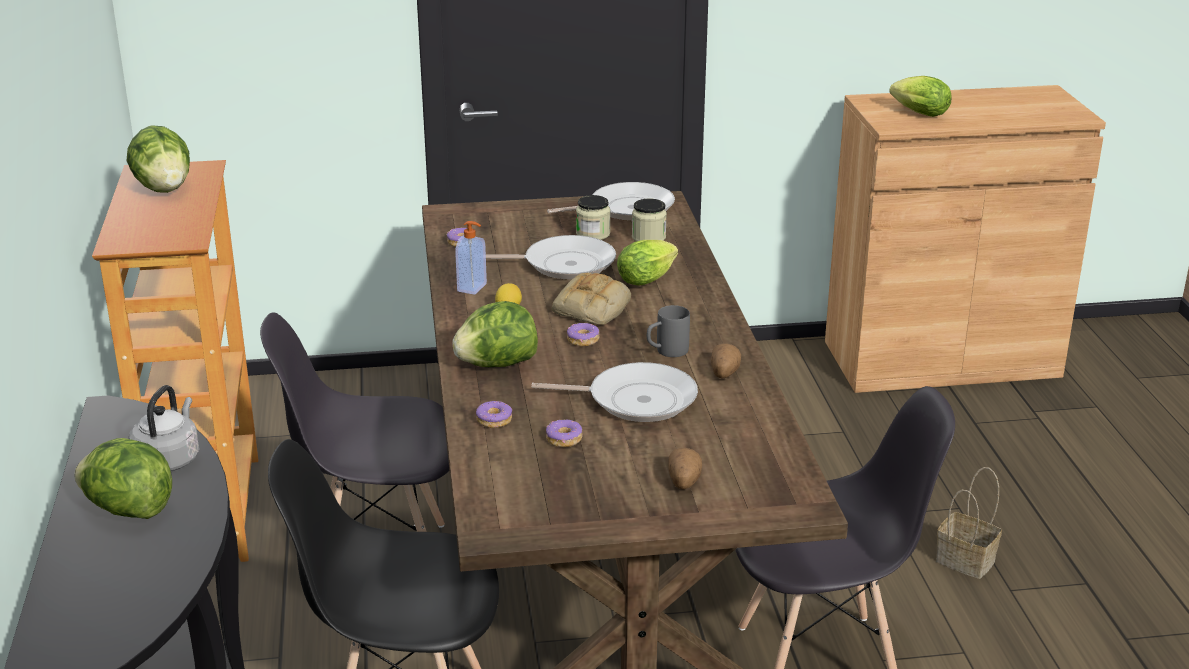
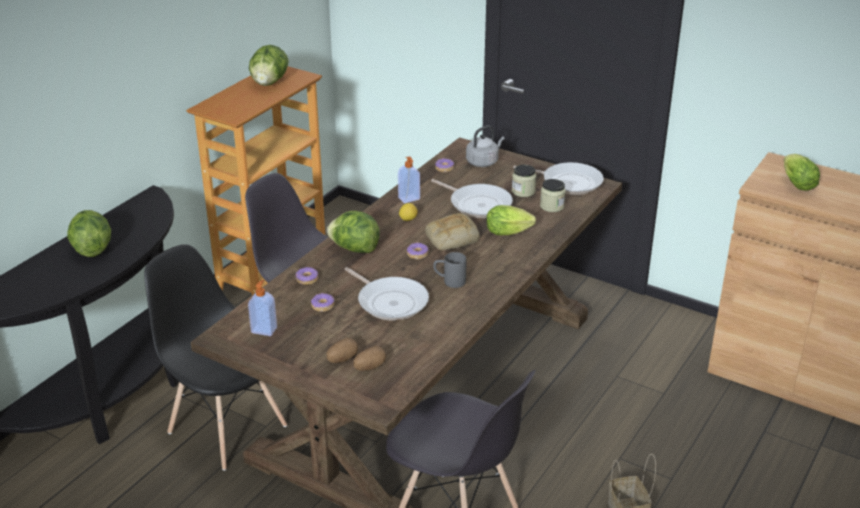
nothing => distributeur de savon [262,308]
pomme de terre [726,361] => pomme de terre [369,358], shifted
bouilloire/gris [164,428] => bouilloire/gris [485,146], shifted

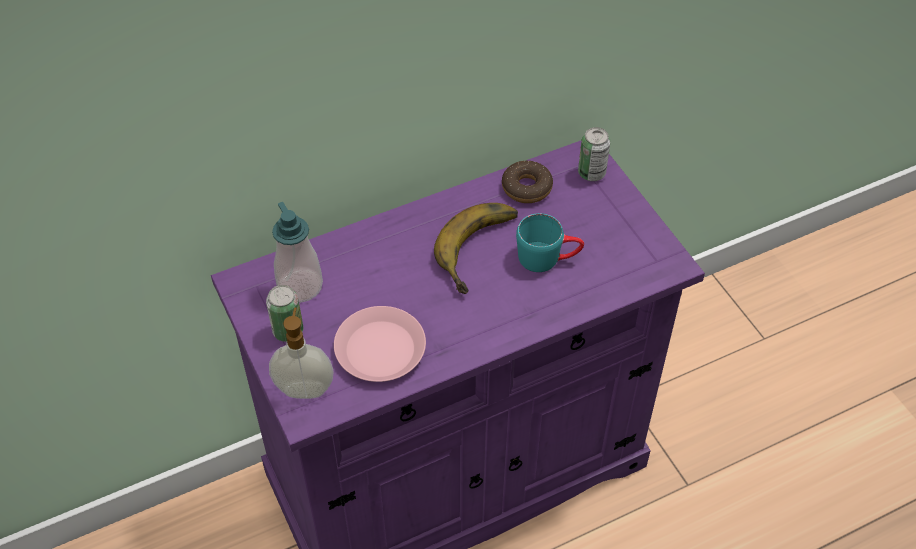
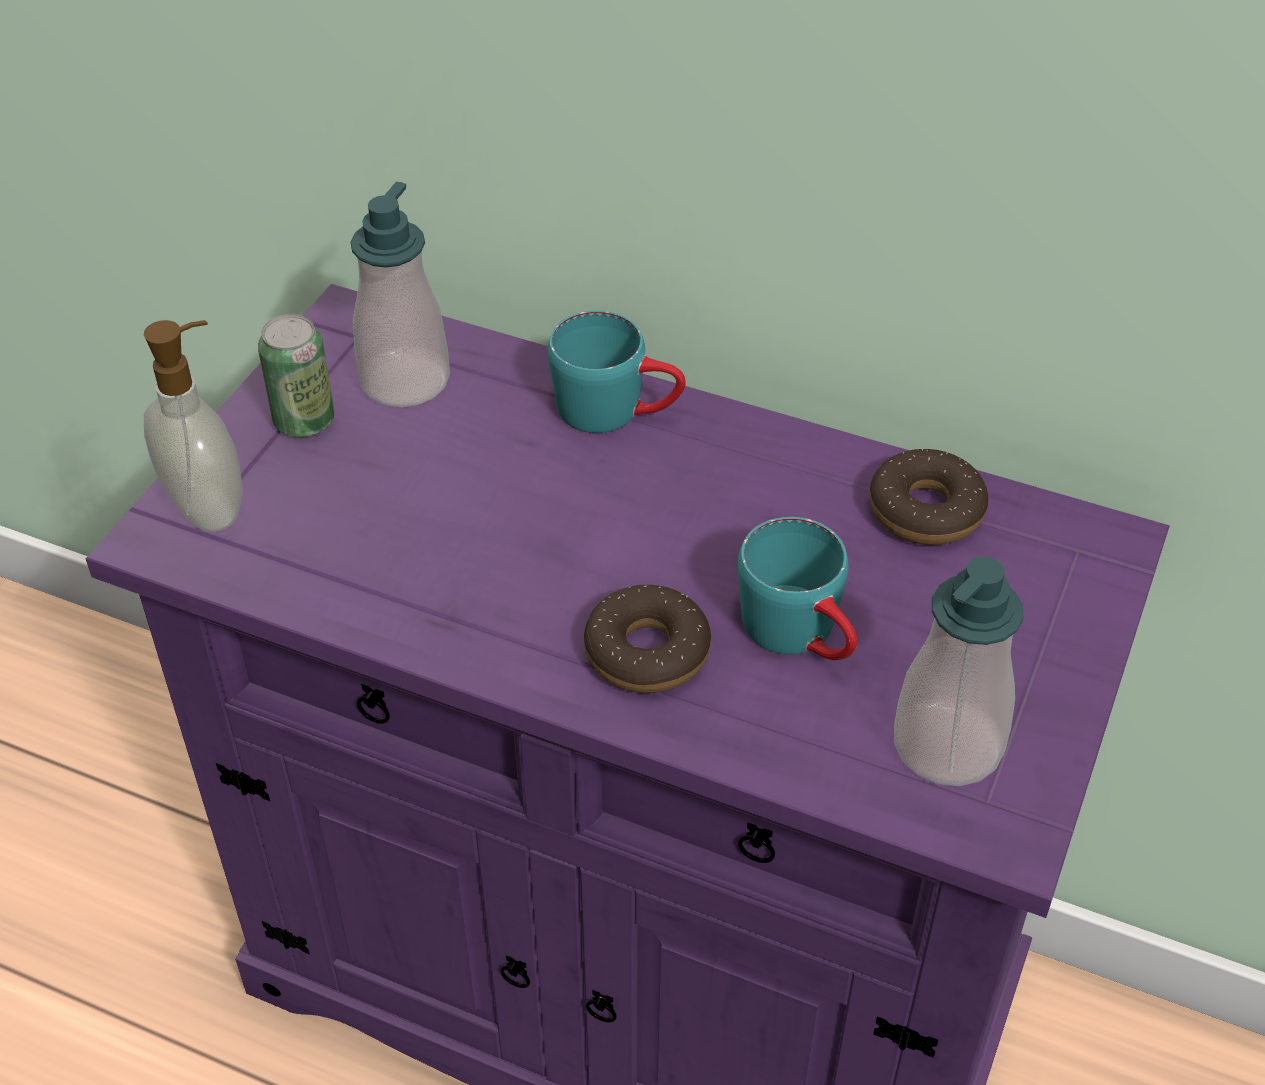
nothing => mug/turquoise [616,371]
nothing => beignet [647,639]
nothing => distributeur de savon [958,671]
assiette/rose [380,344] => nothing
banane [476,248] => nothing
boîte métallique [594,154] => nothing

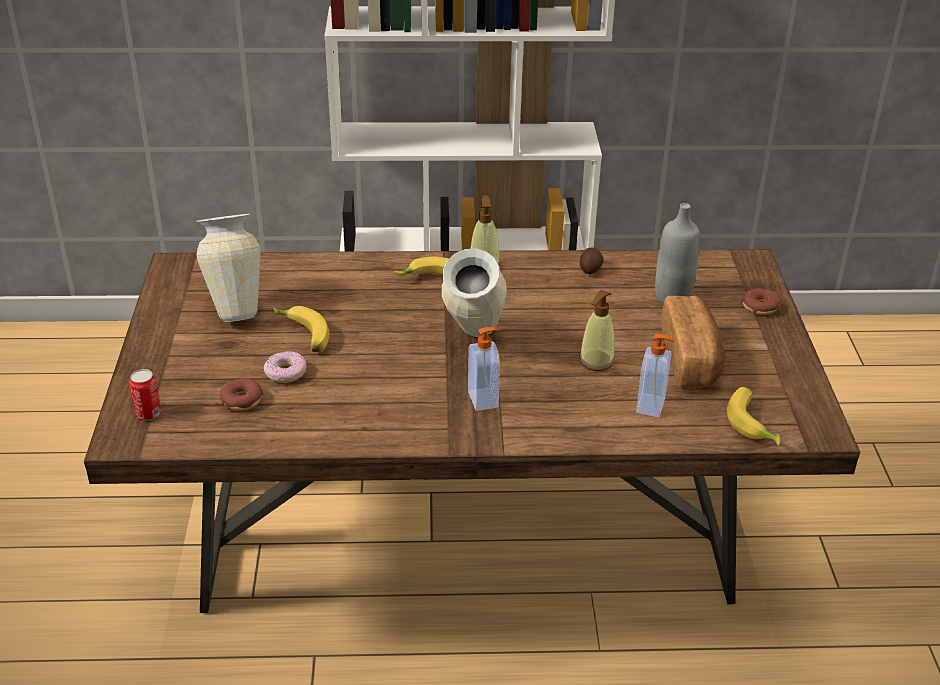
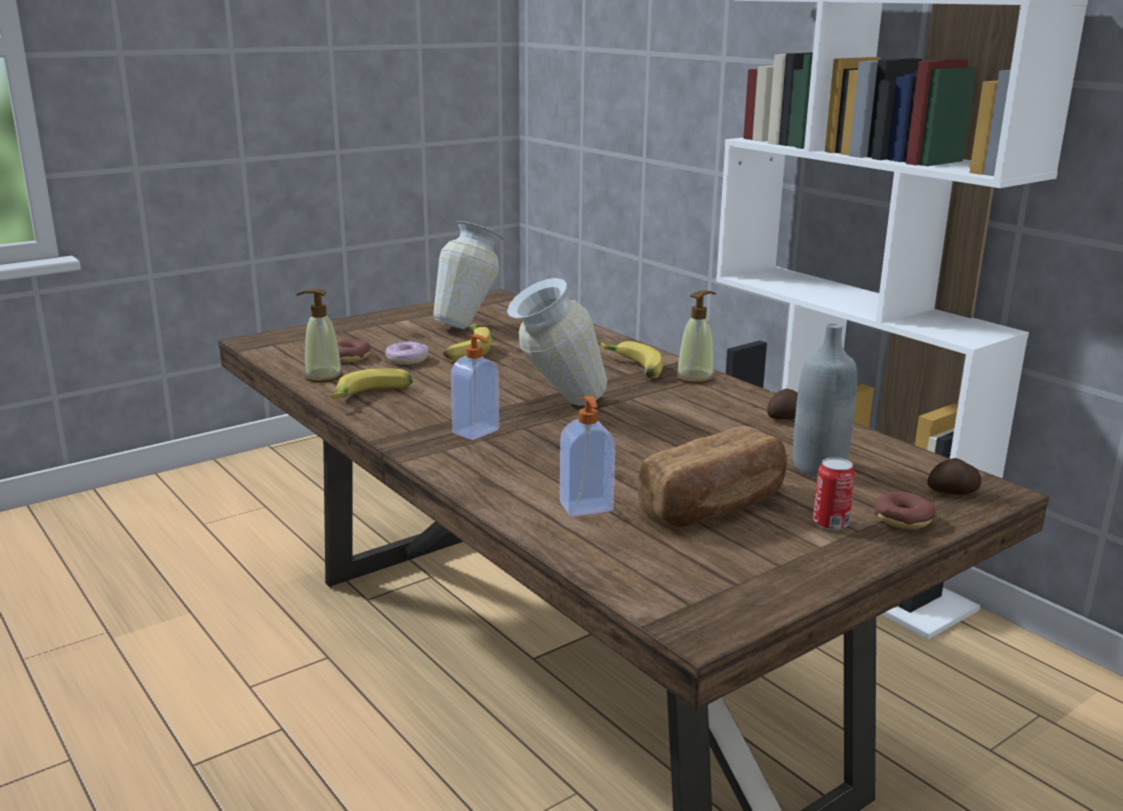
distributeur de savon [597,330] => distributeur de savon [319,335], shifted
banane [753,416] => banane [372,383], shifted
boîte métallique [145,394] => boîte métallique [834,493], shifted
nothing => pomme de terre [954,476]

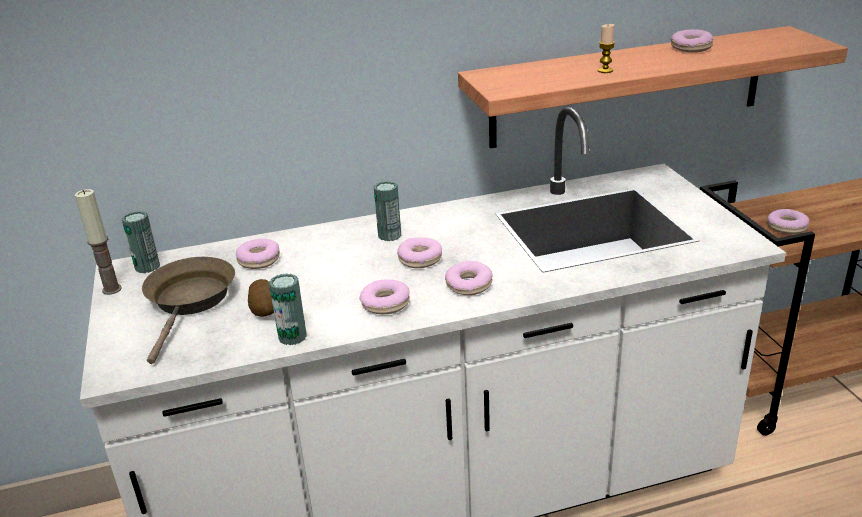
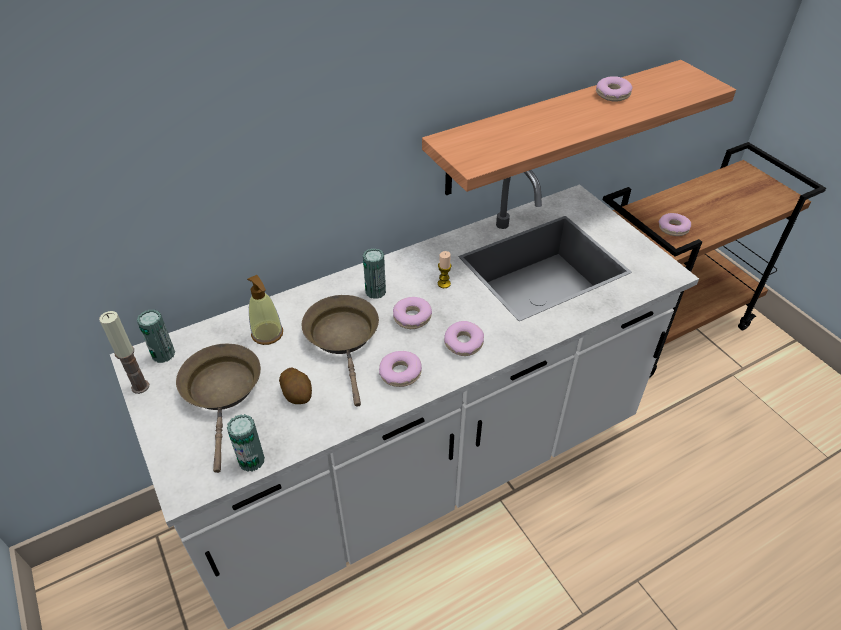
boîte métallique [288,309] => boîte métallique [246,443], shifted
beignet [258,254] => distributeur de savon [265,310]
nothing => poêle/marron [340,351]
bougie [606,48] => bougie [445,269], shifted

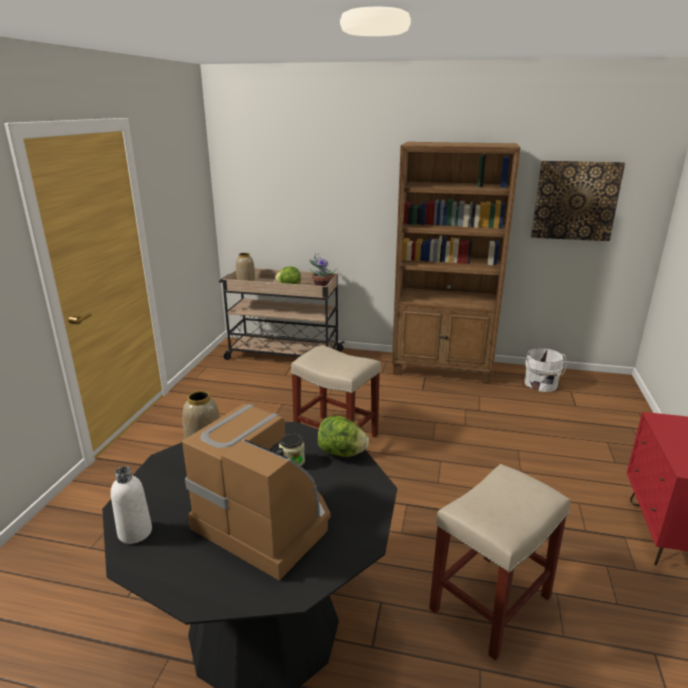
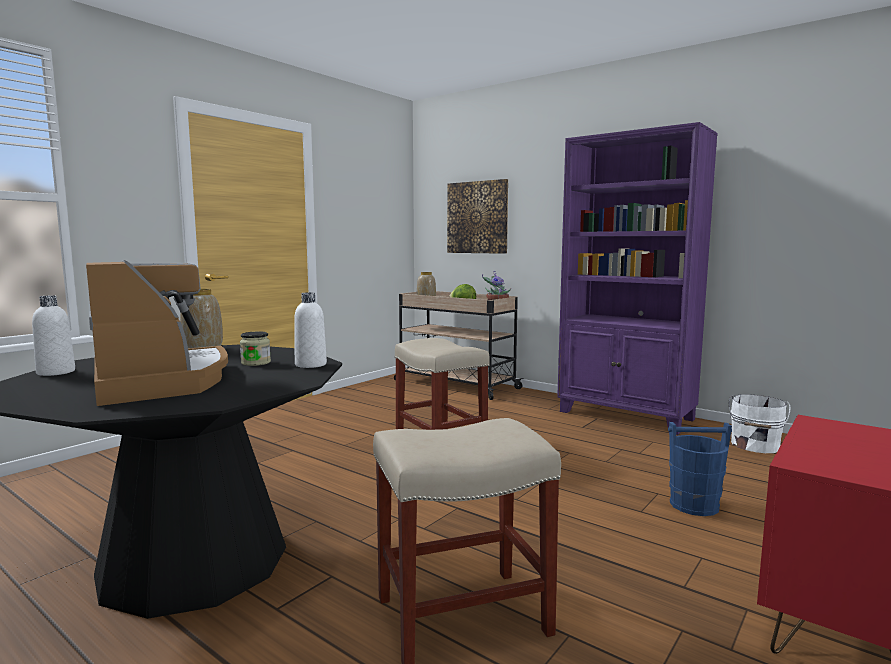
laitue [343,436] => bouteille/blanc [310,330]
tableau [578,201] => tableau [477,216], shifted
bibliothèque/marron [456,263] => bibliothèque/violet [637,278]
nothing => seau/bleu [700,469]

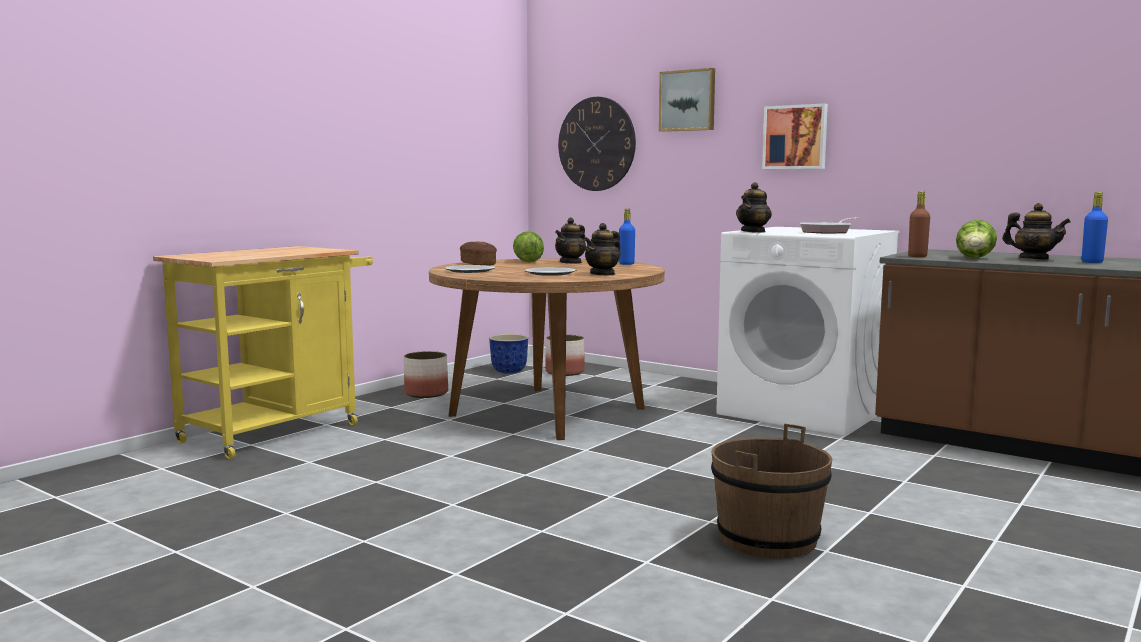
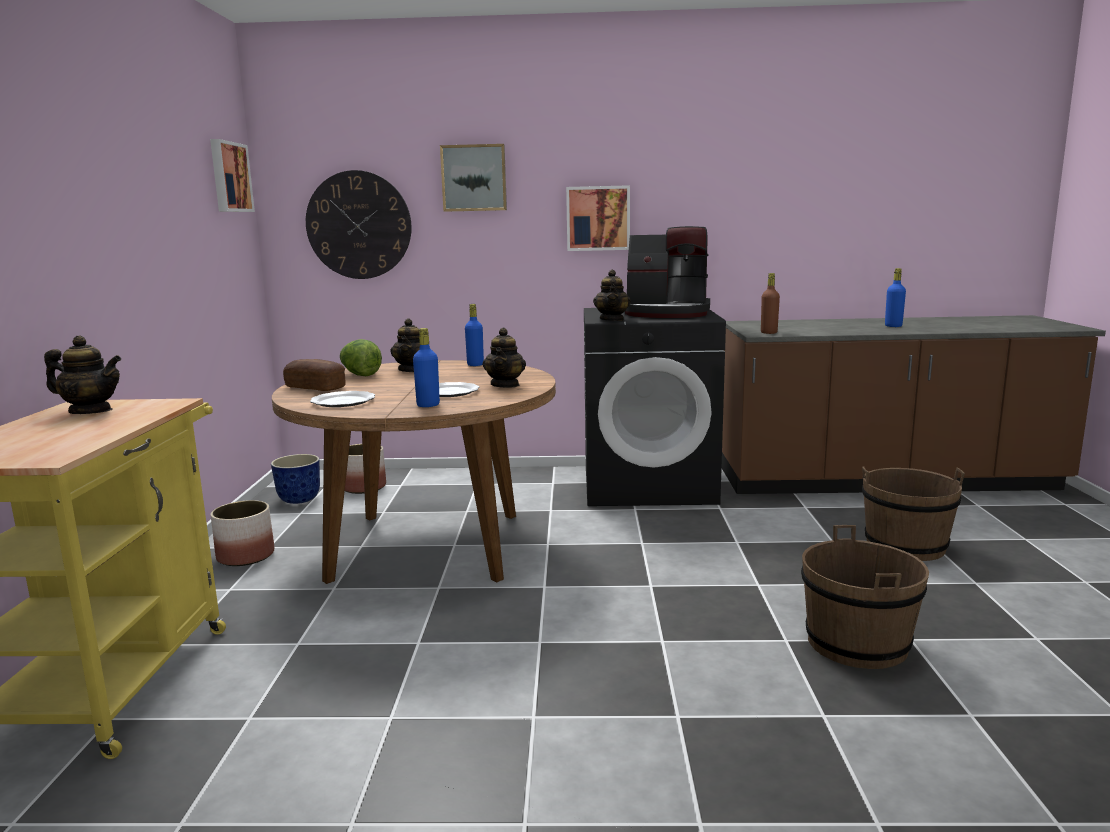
théière [1036,231] => théière [82,375], shifted
nothing => tableau [232,175]
nothing => bouteille/bleu [426,367]
lave-linge/blanc [807,332] => lave-linge/noir [655,407]
poêle [829,225] => machine à café [667,272]
nothing => seau/marron [913,513]
laitue [976,239] => nothing

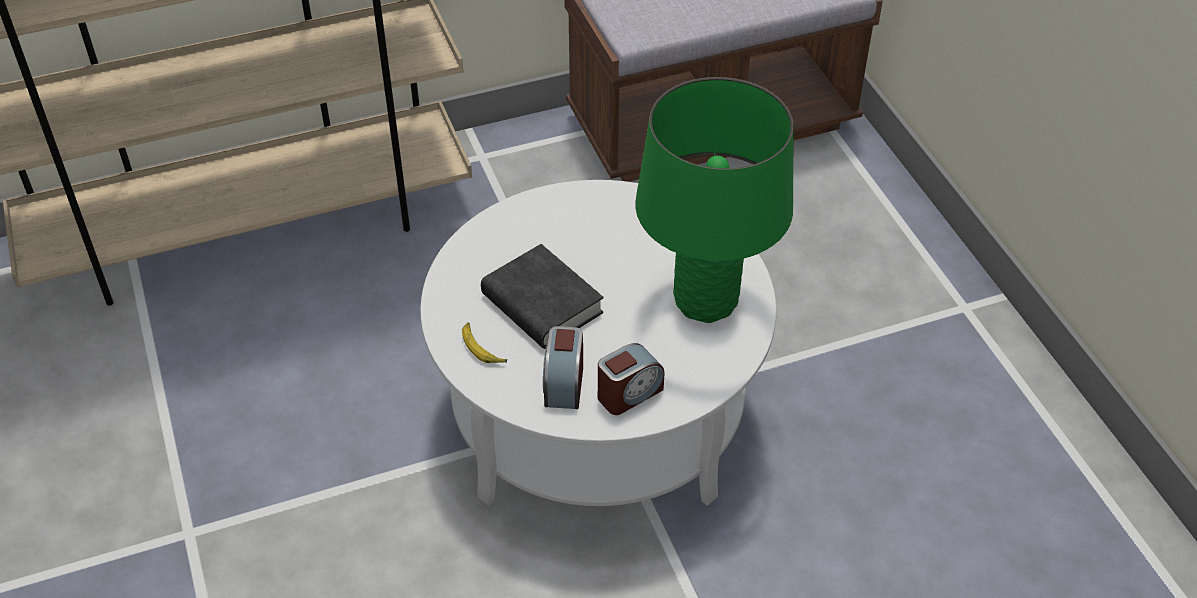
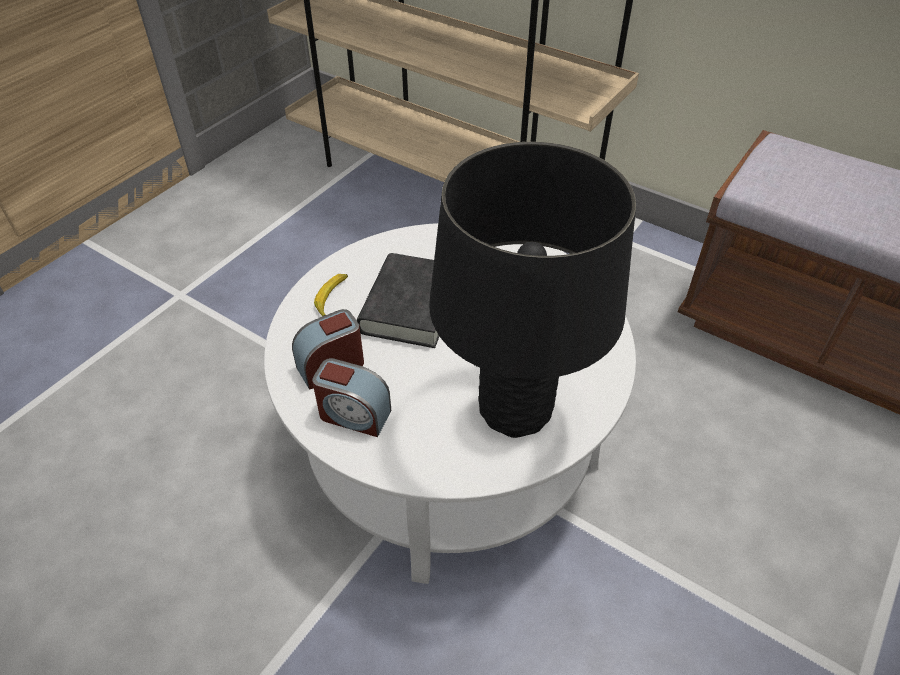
lampe de table/vert [714,200] => lampe de table/noir [532,290]

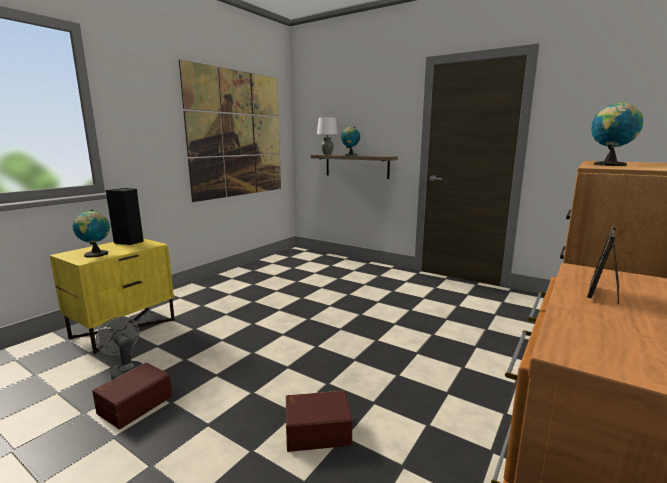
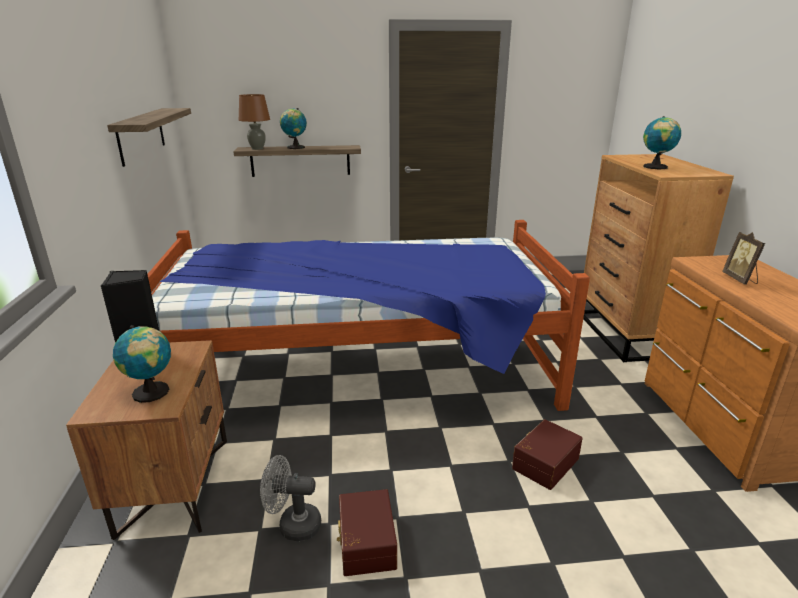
table de chevet/jaune [112,296] => table de chevet/marron [146,440]
tableau [230,131] => étagère [149,137]
nothing => lit [368,315]
lampe de table/blanc [327,136] => lampe de table/marron [254,122]

